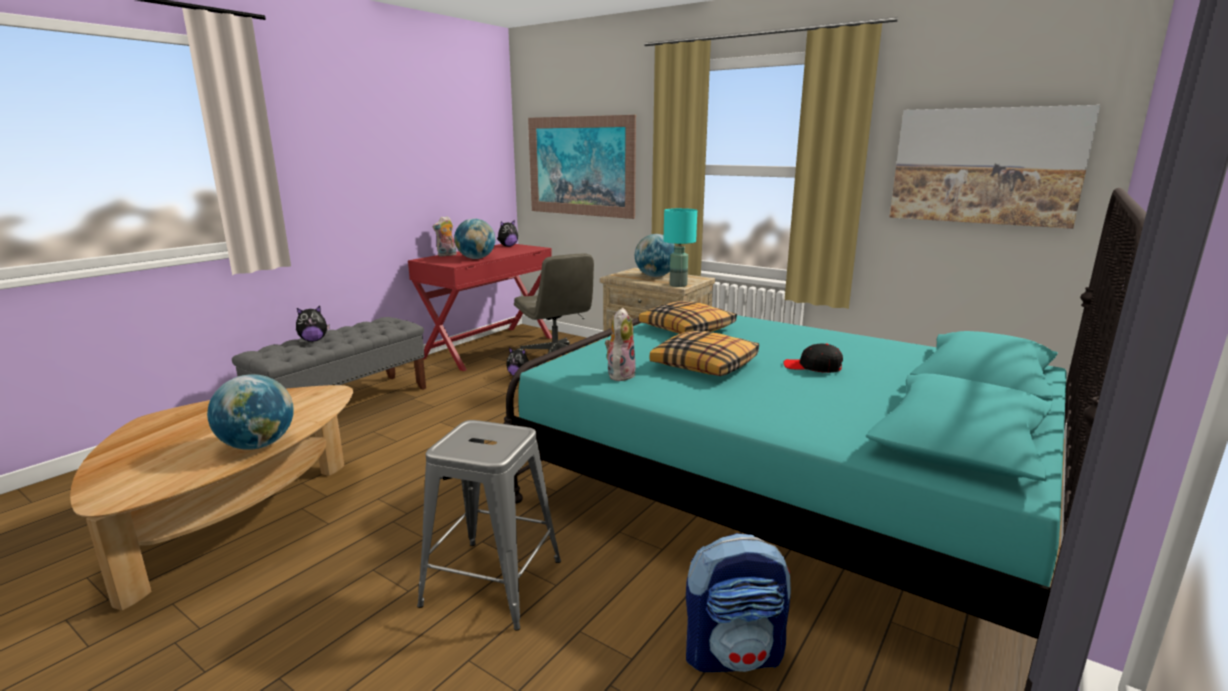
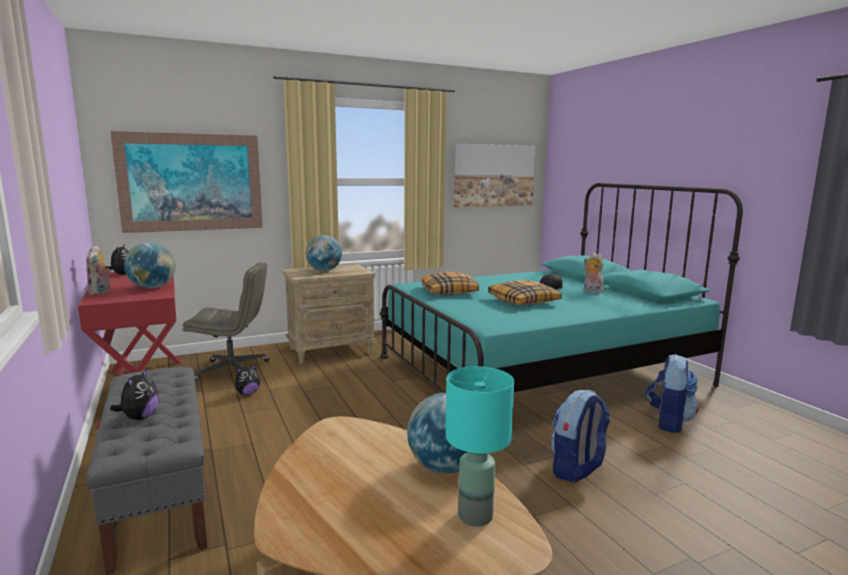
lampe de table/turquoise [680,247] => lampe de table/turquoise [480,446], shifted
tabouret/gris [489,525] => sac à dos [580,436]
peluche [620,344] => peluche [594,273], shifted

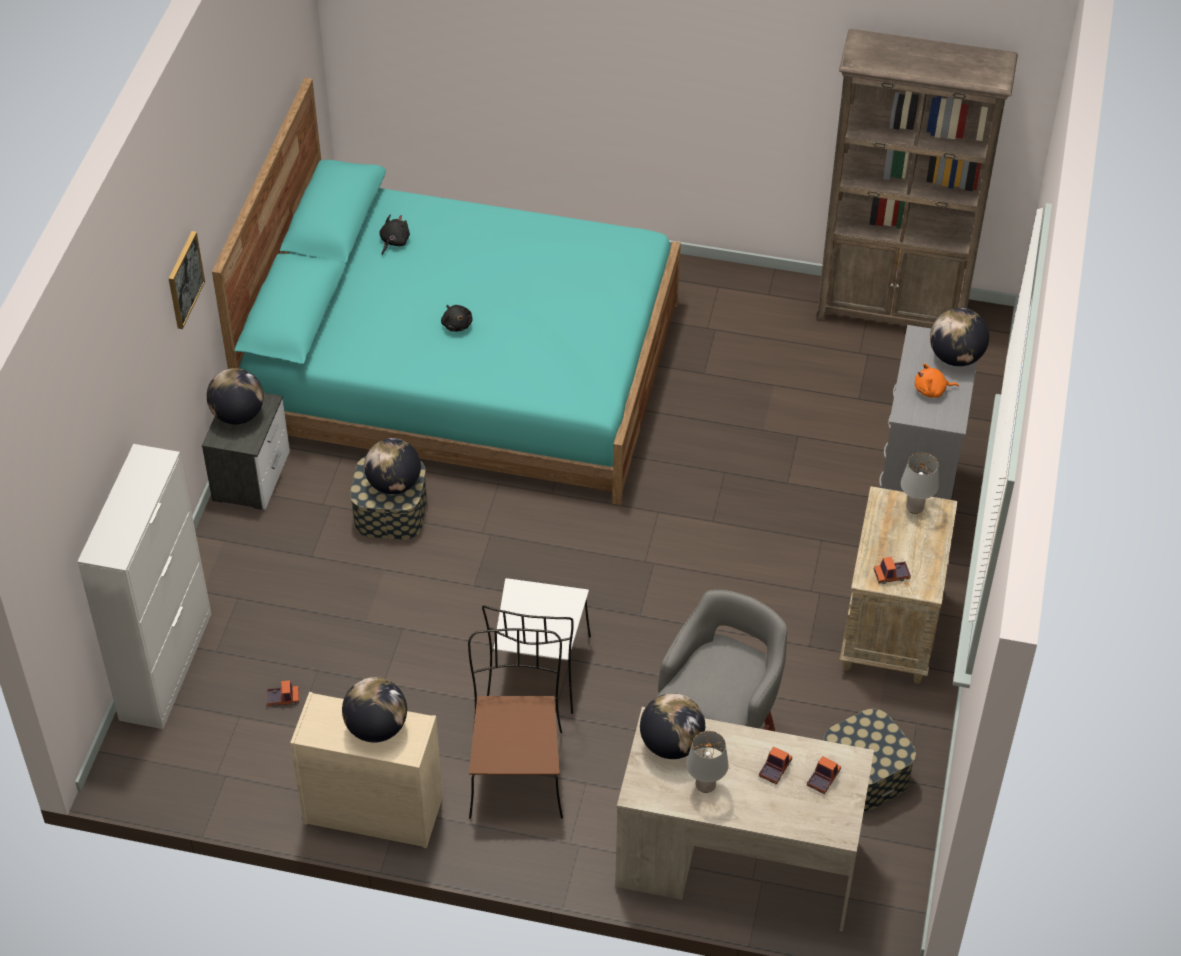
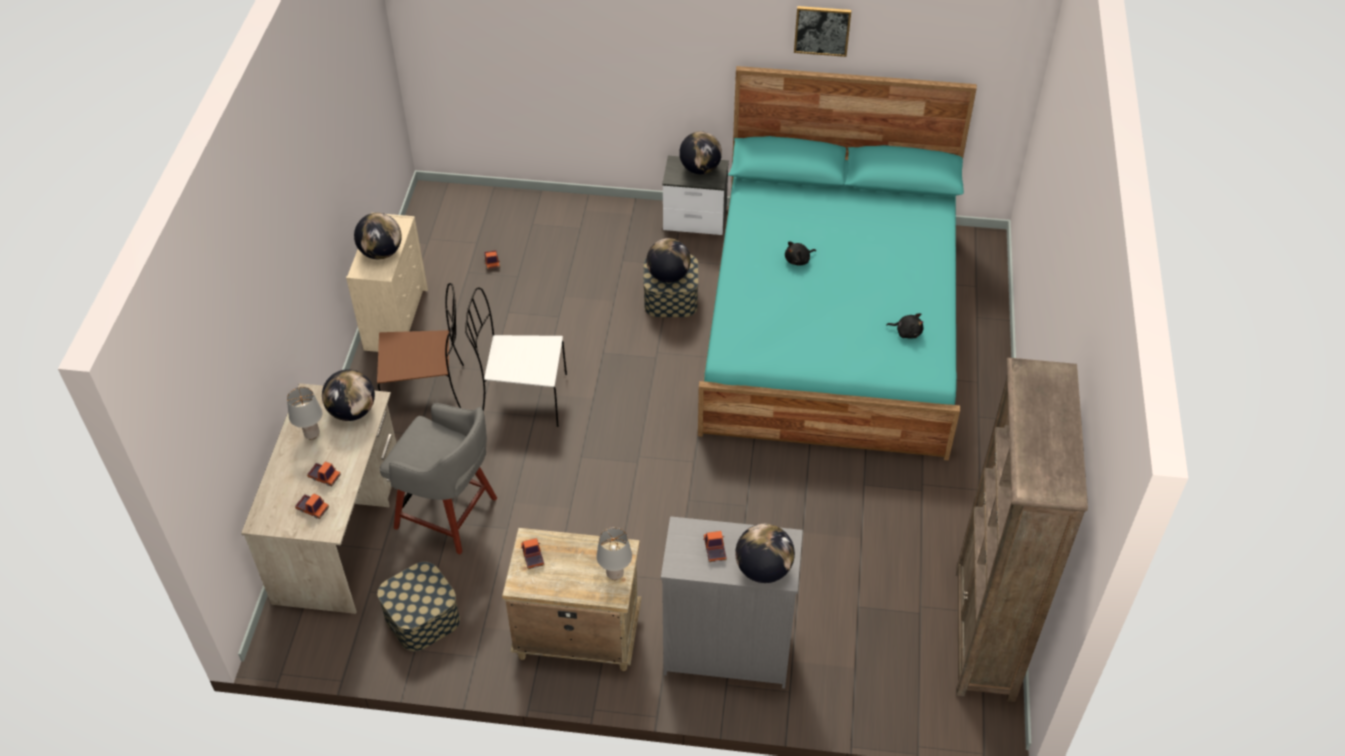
peluche/orange [937,380] => camion jouet [715,546]
tableau [186,280] => tableau [822,31], shifted
peluche/noir [394,234] => peluche/noir [905,326], shifted
meuble de rangement/blanc [144,586] => nothing

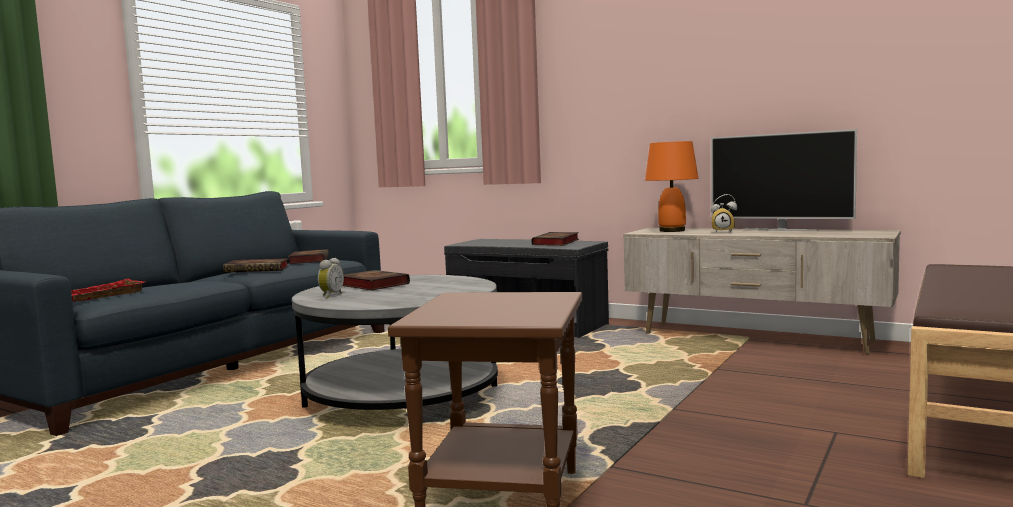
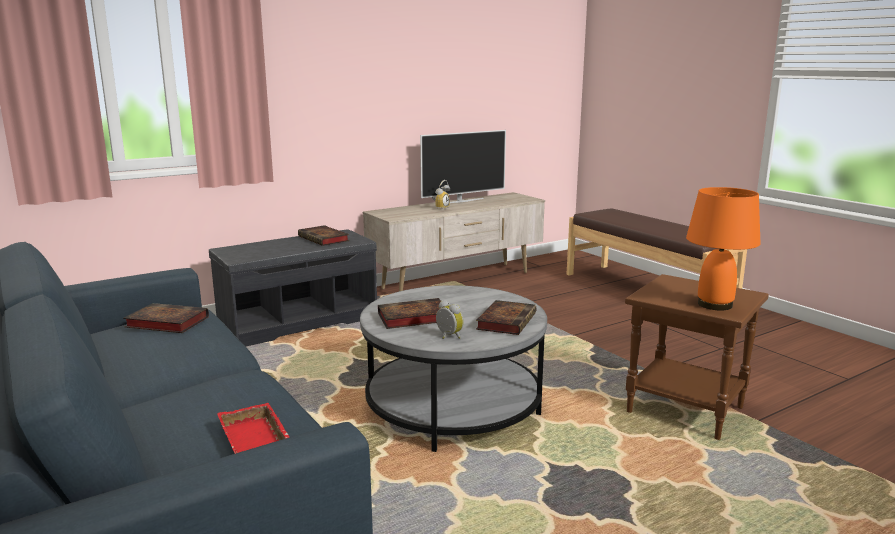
livre [256,265] => livre [506,317], shifted
lampe de table/orange [672,186] => lampe de table/orange [723,248], shifted

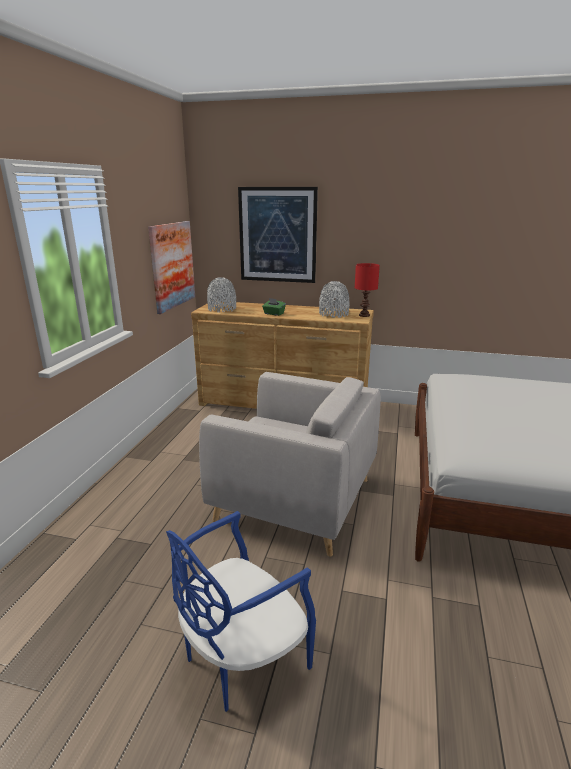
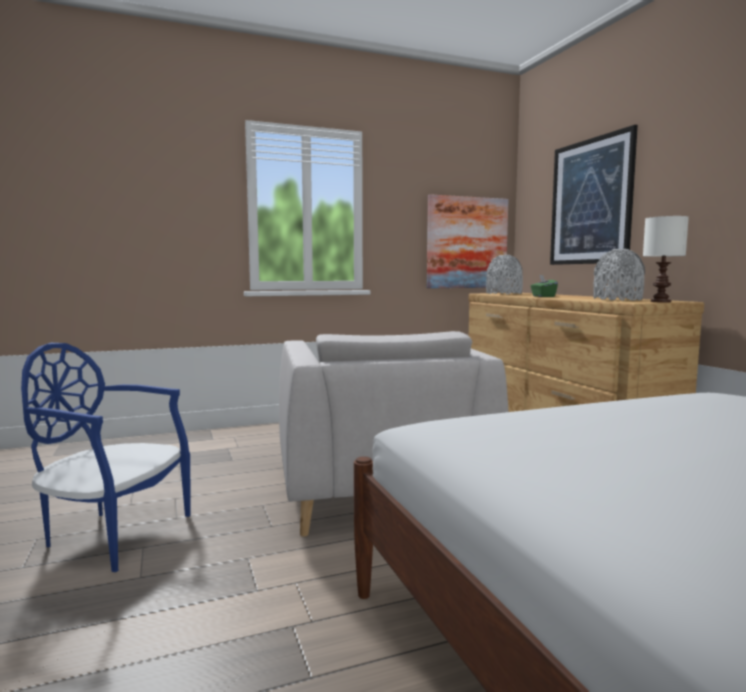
lampe de table/rouge [367,290] => lampe de table/blanc [666,259]

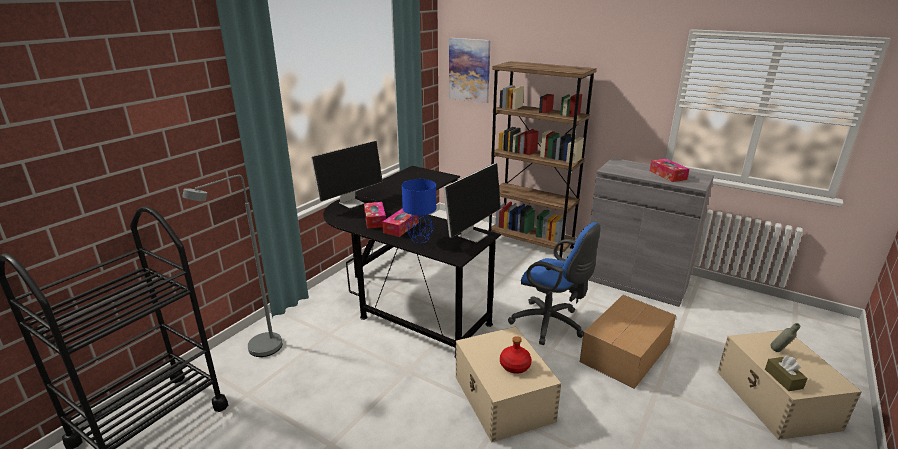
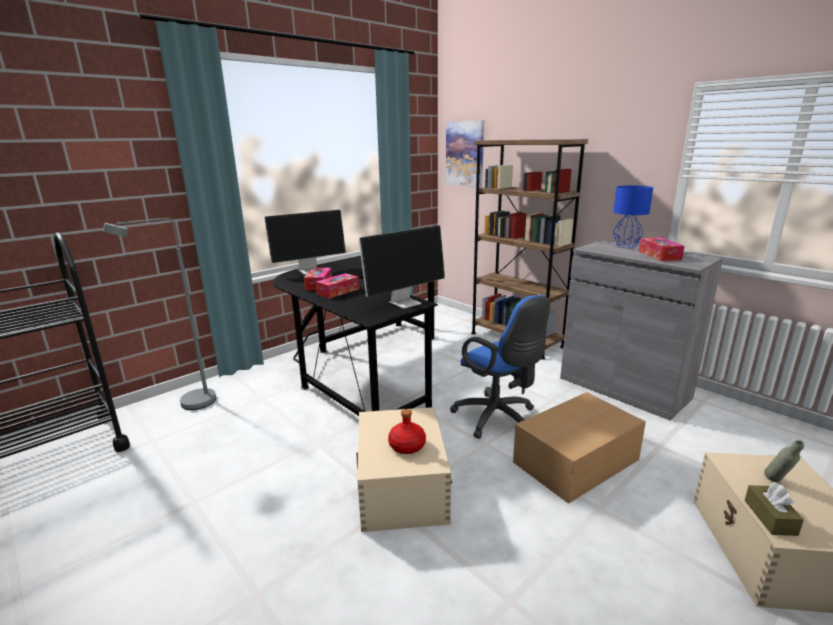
lampe de table/bleu [419,211] => lampe de table/bleu [633,216], shifted

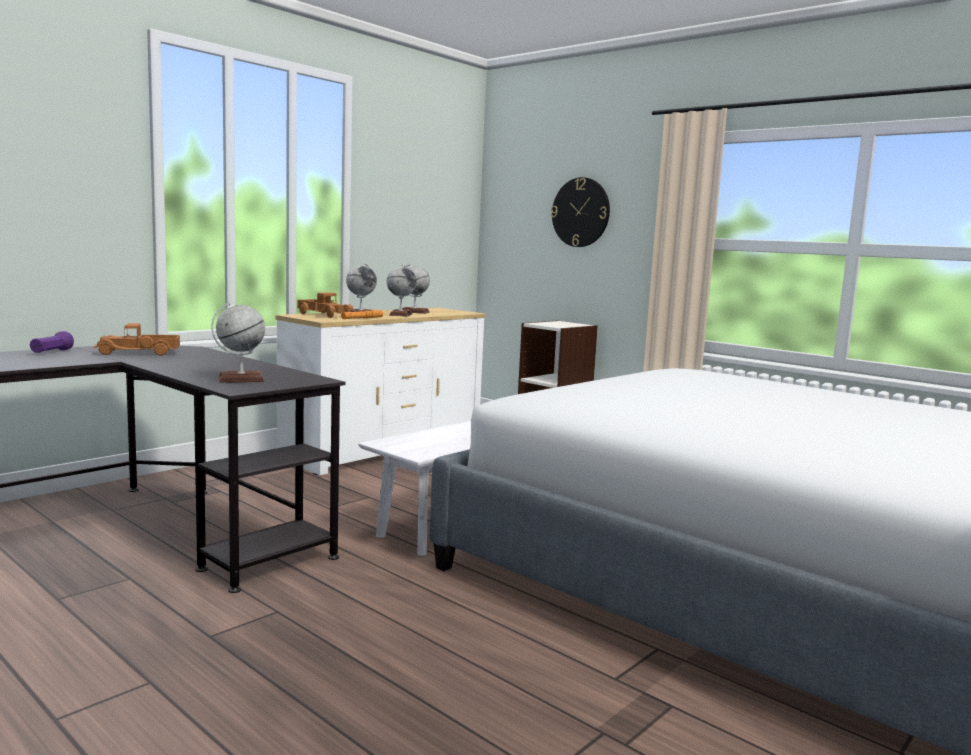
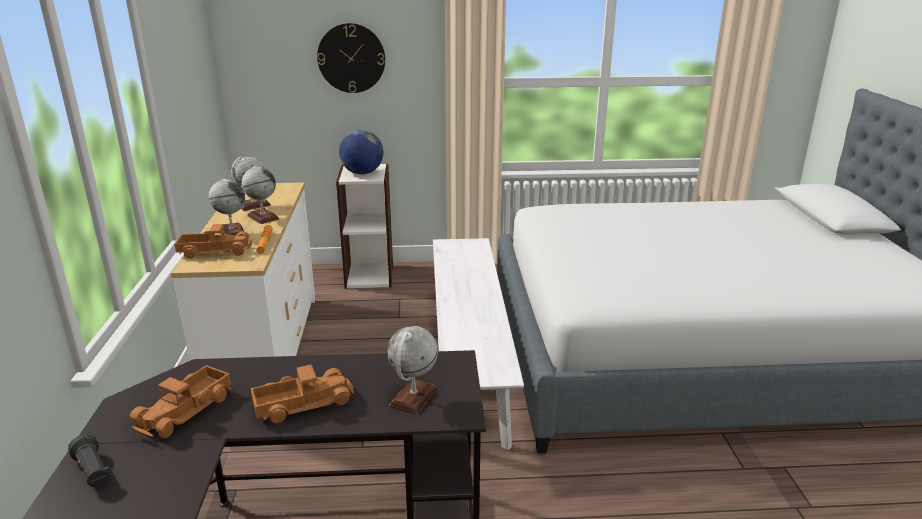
lampe de poche/violet [52,342] => lampe de poche/noir [89,460]
nothing => camion jouet [302,394]
nothing => globe [361,152]

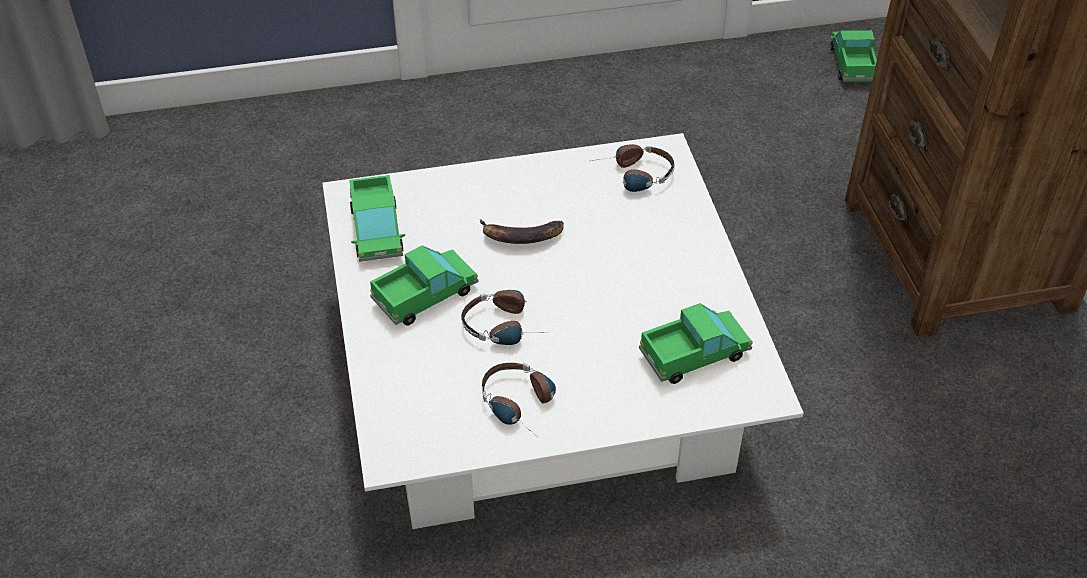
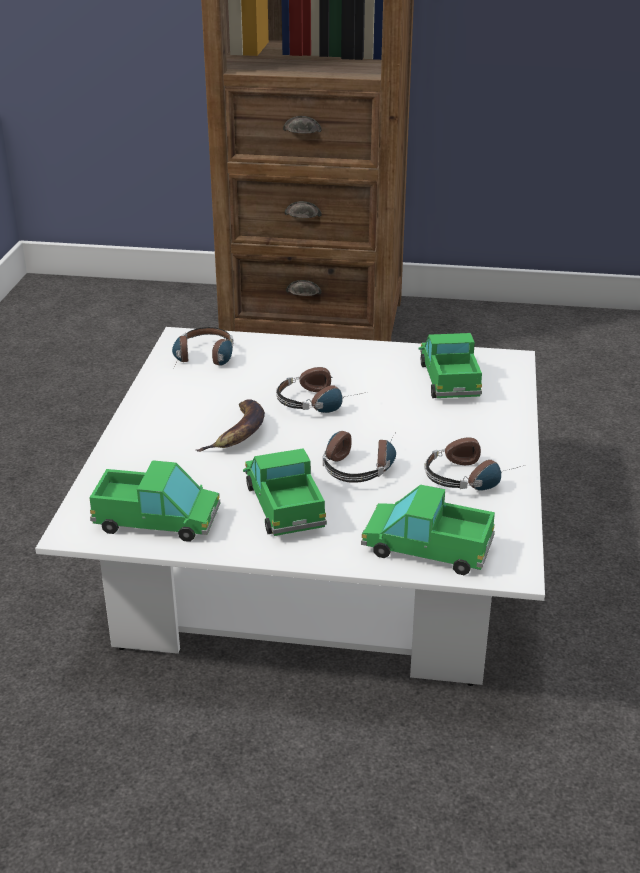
nothing => casque audio [322,390]
camion jouet [854,56] => camion jouet [428,529], shifted

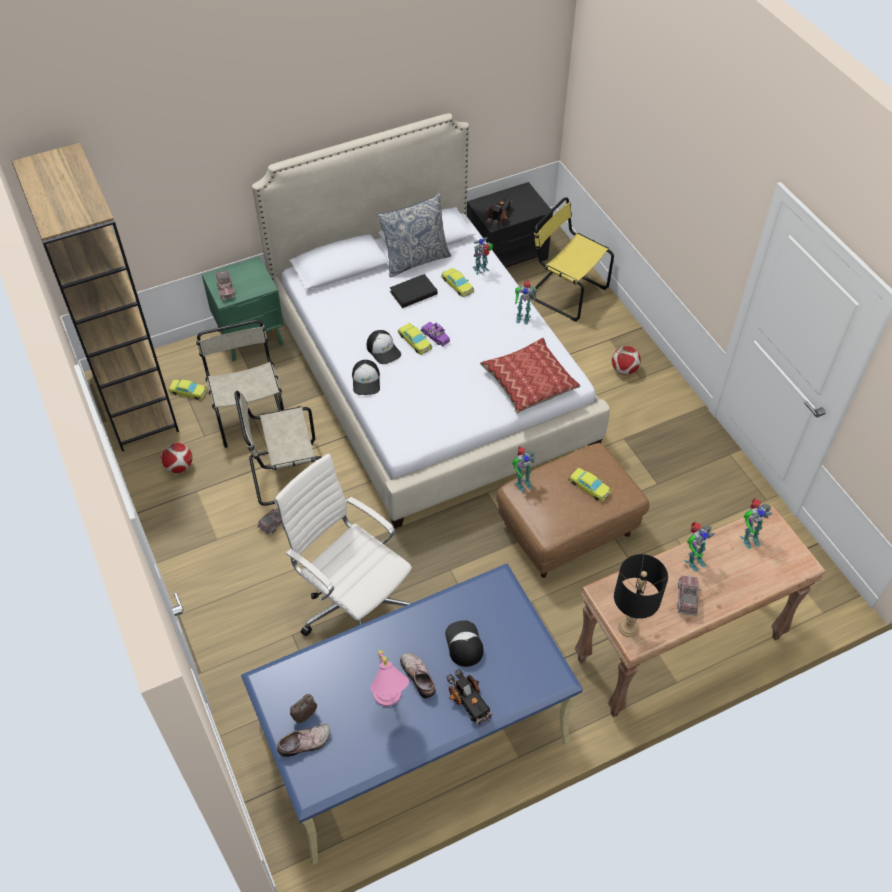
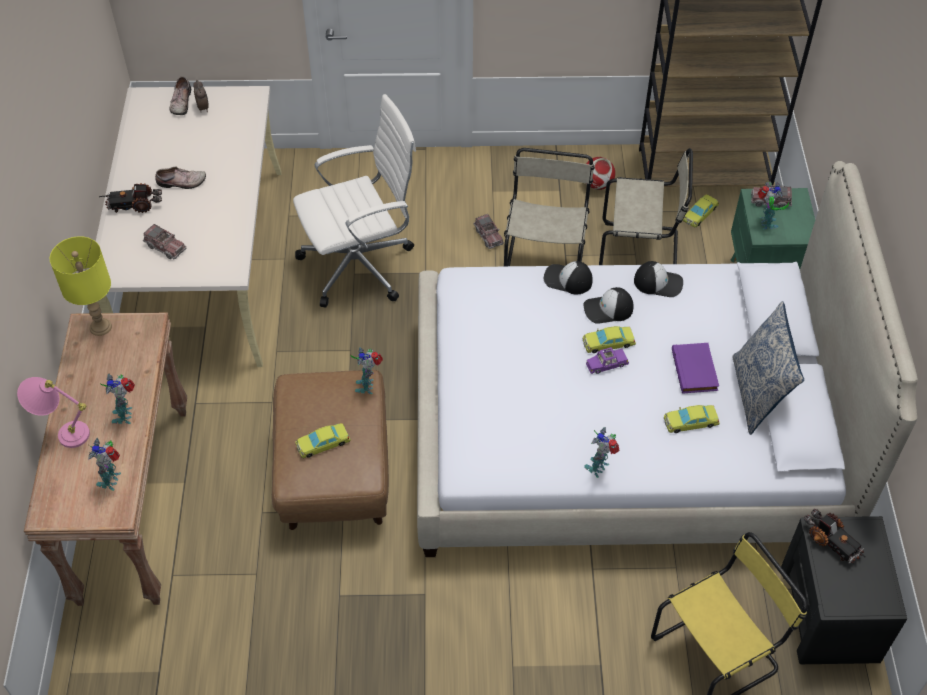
lampe de table/rose [389,678] => lampe de table/rose [53,412], shifted
lampe de table/noir [641,595] => lampe de table/jaune [81,286]
bureau/bleu [412,714] => bureau/beige [189,226]
camion jouet [688,595] => camion jouet [164,241], shifted
casquette [464,643] => casquette [658,279], shifted
livre/noir [414,291] => livre/violet [695,368]
robot jouet [483,256] => robot jouet [773,205], shifted
coussin [530,375] => nothing
ballon de foot [626,360] => nothing

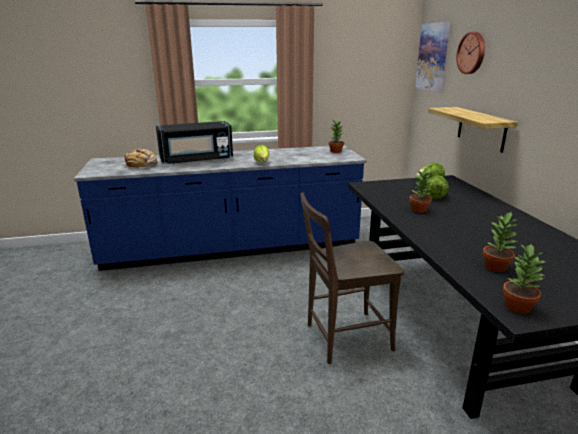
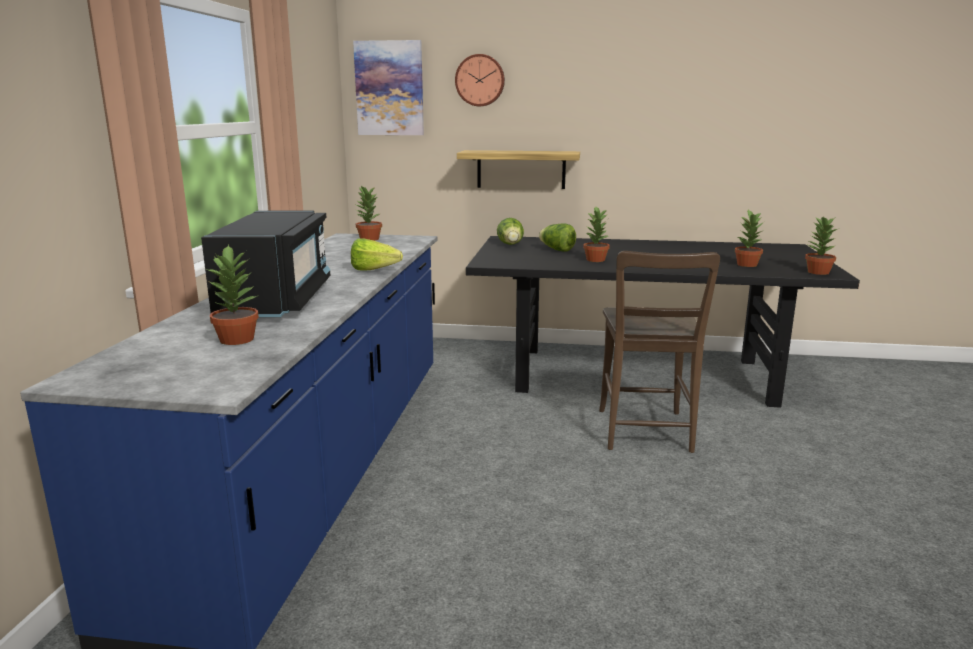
pain [139,158] => plante en pot [233,294]

